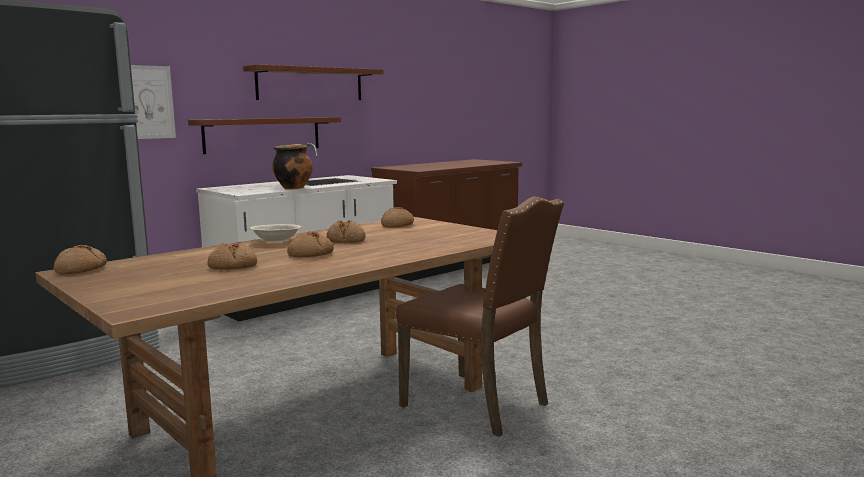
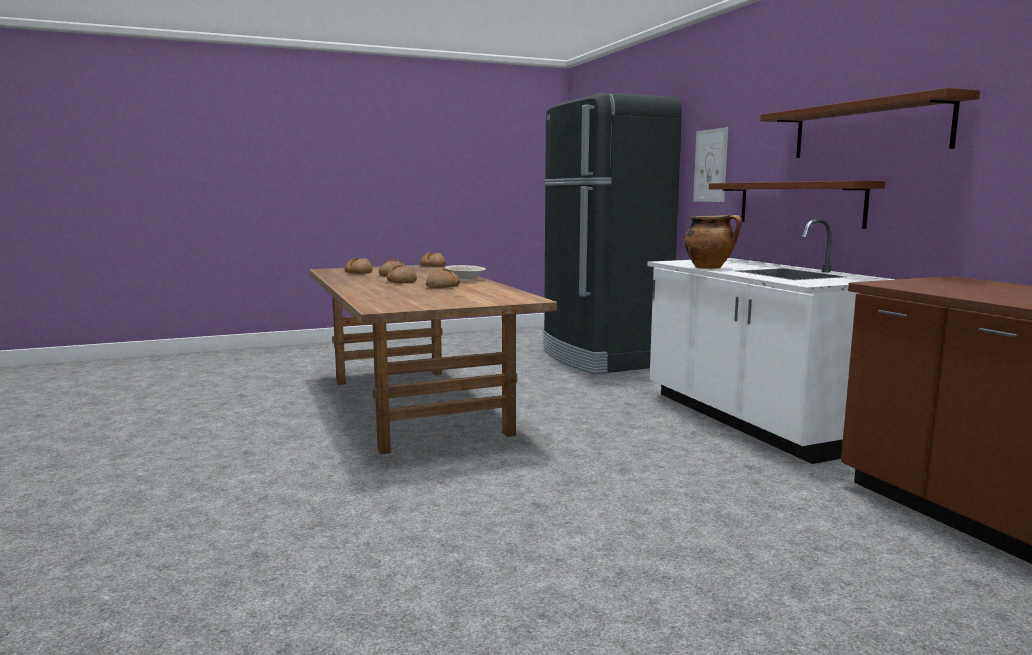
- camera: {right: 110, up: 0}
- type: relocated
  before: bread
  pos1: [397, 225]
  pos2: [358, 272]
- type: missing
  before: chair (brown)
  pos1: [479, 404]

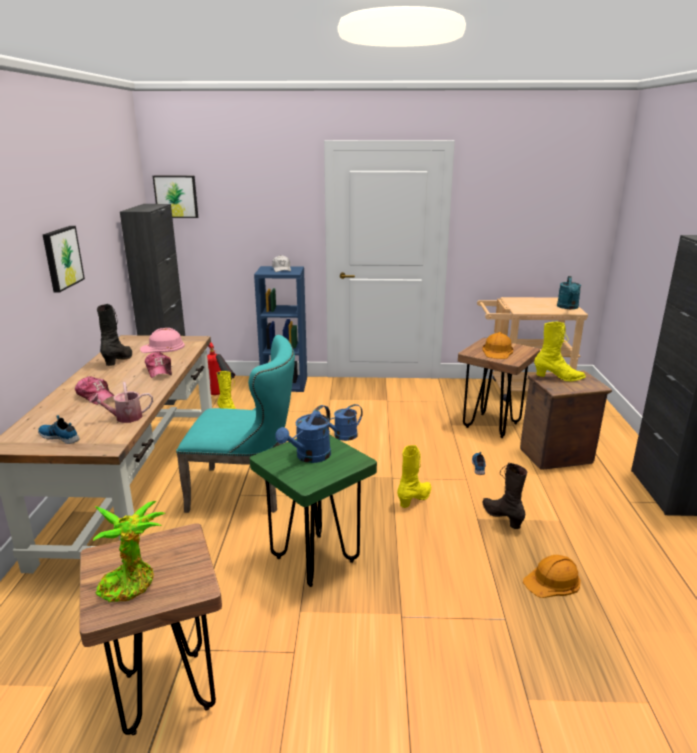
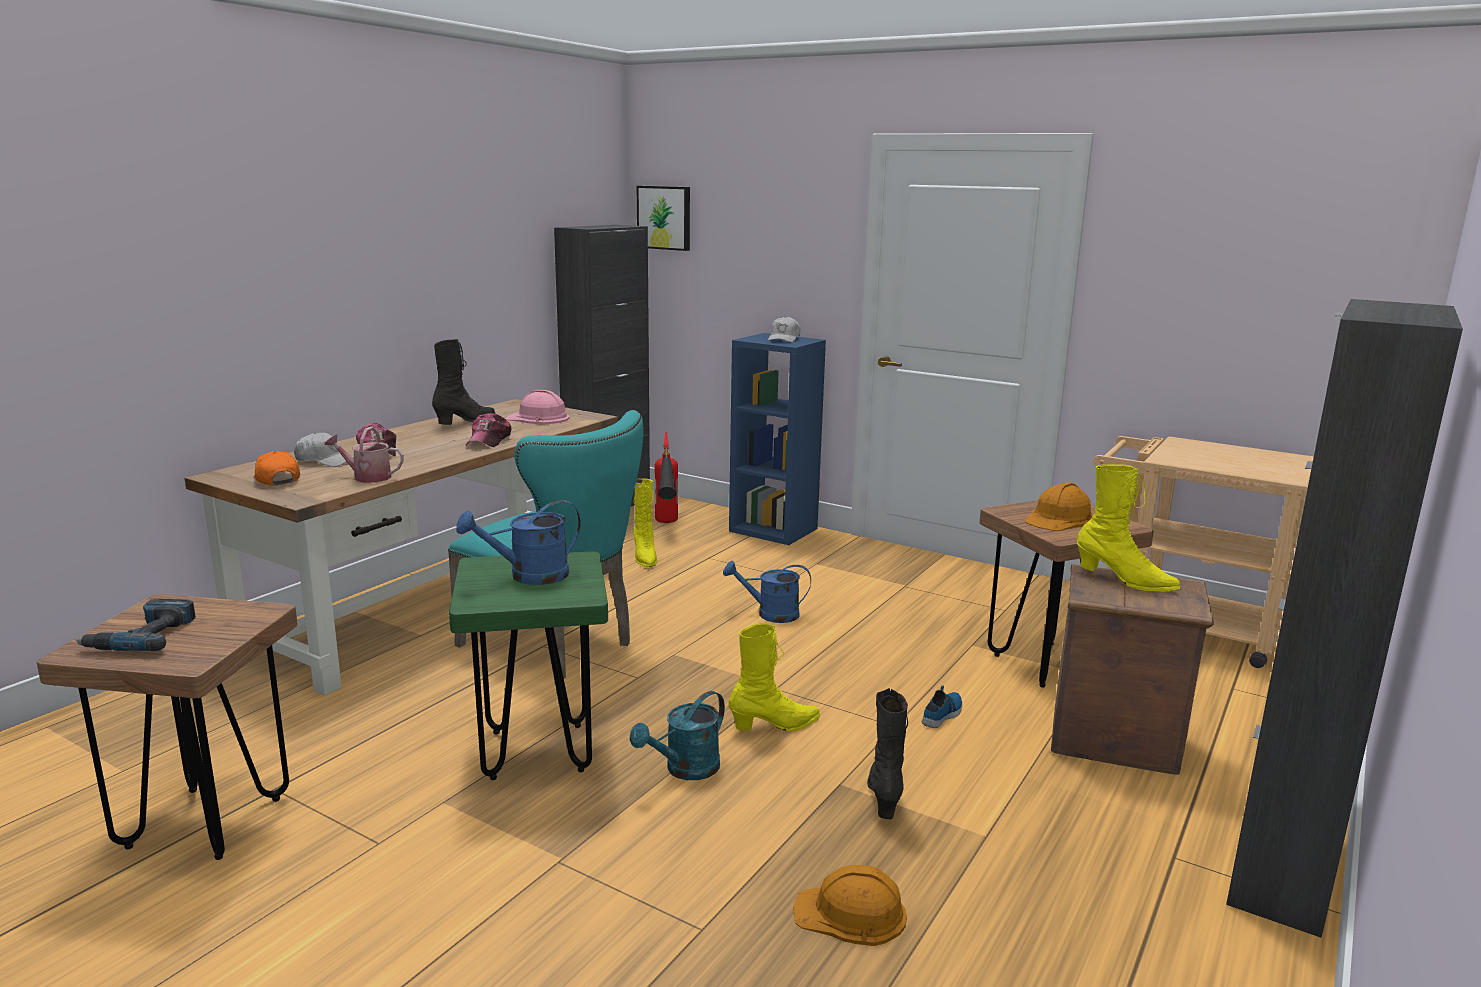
- camera: {right: 30, up: -5}
- type: exchanged
  before: shoe
  after: cap (orange)
  pos1: [59, 436]
  pos2: [276, 479]
- type: missing
  before: picture
  pos1: [61, 258]
- type: exchanged
  before: potted plant
  after: power drill
  pos1: [131, 583]
  pos2: [142, 636]
- type: relocated
  before: watering can (turquoise)
  pos1: [568, 307]
  pos2: [685, 770]
- type: appeared
  after: cap (white)
  pos2: [324, 460]

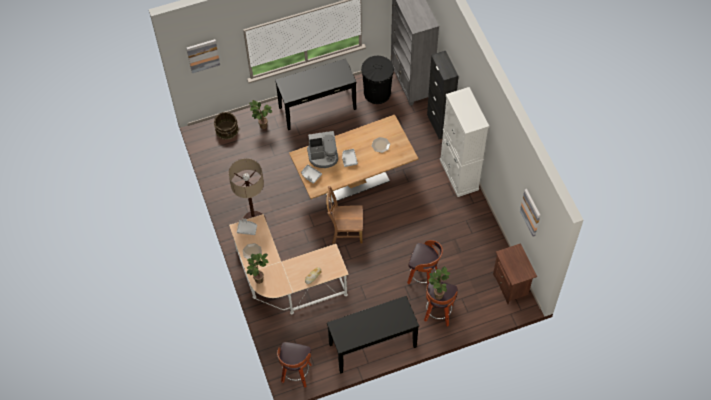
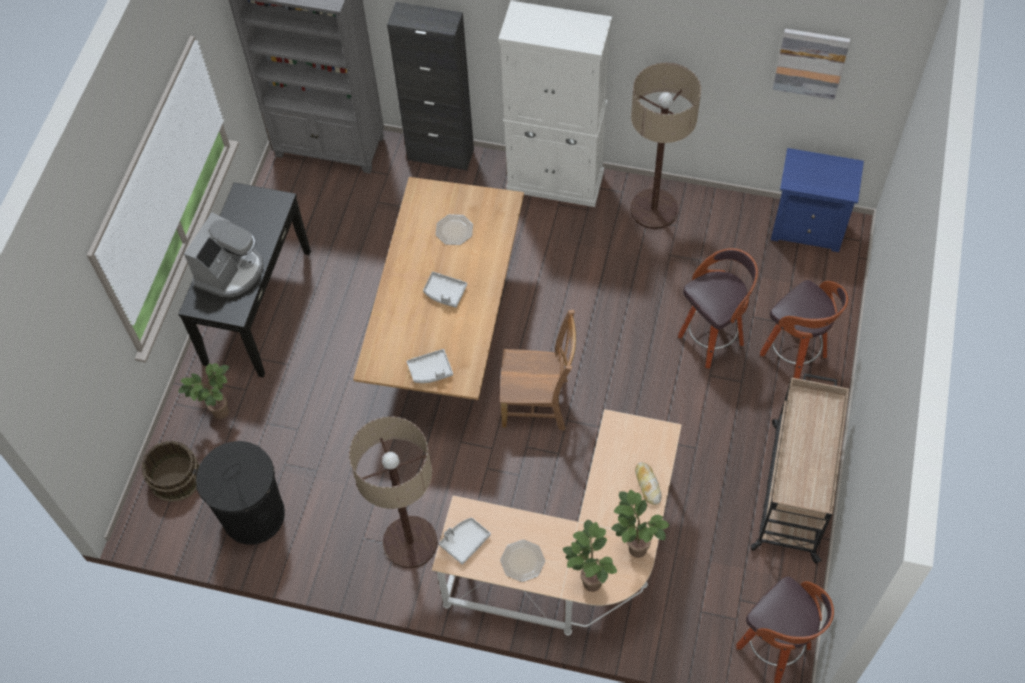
- camera: {right: -55, up: 0}
- type: missing
  before: picture
  pos1: [203, 55]
- type: relocated
  before: coffee machine
  pos1: [323, 156]
  pos2: [230, 271]
- type: spun
  before: chair (brown)
  pos1: [345, 231]
  pos2: [538, 403]
  turn: -120
- type: exchanged
  before: console table (black)
  after: cart (beige)
  pos1: [372, 345]
  pos2: [794, 489]
- type: relocated
  before: trash can (black)
  pos1: [377, 93]
  pos2: [253, 515]
- type: relocated
  before: potted plant
  pos1: [438, 294]
  pos2: [634, 548]
- type: colour
  before: nightstand (brown)
  after: nightstand (blue)
  pos1: [511, 285]
  pos2: [808, 227]
- type: appeared
  after: floor lamp
  pos2: [654, 209]

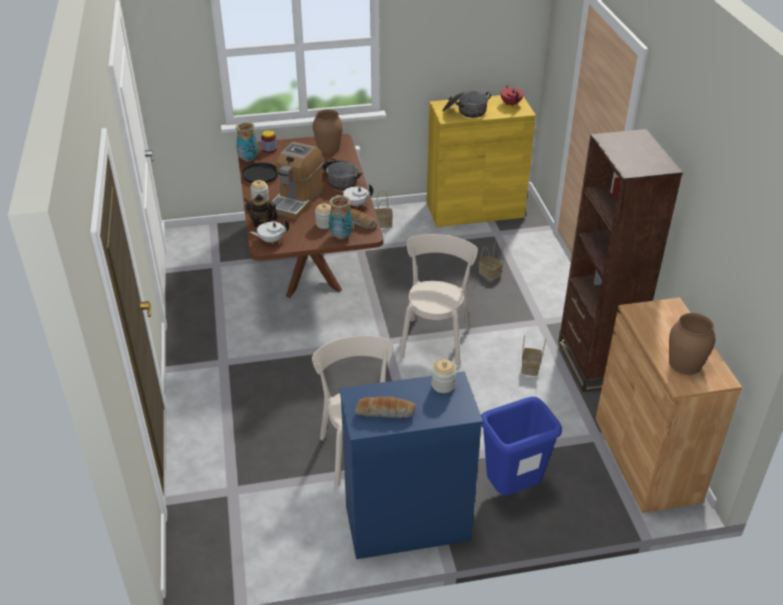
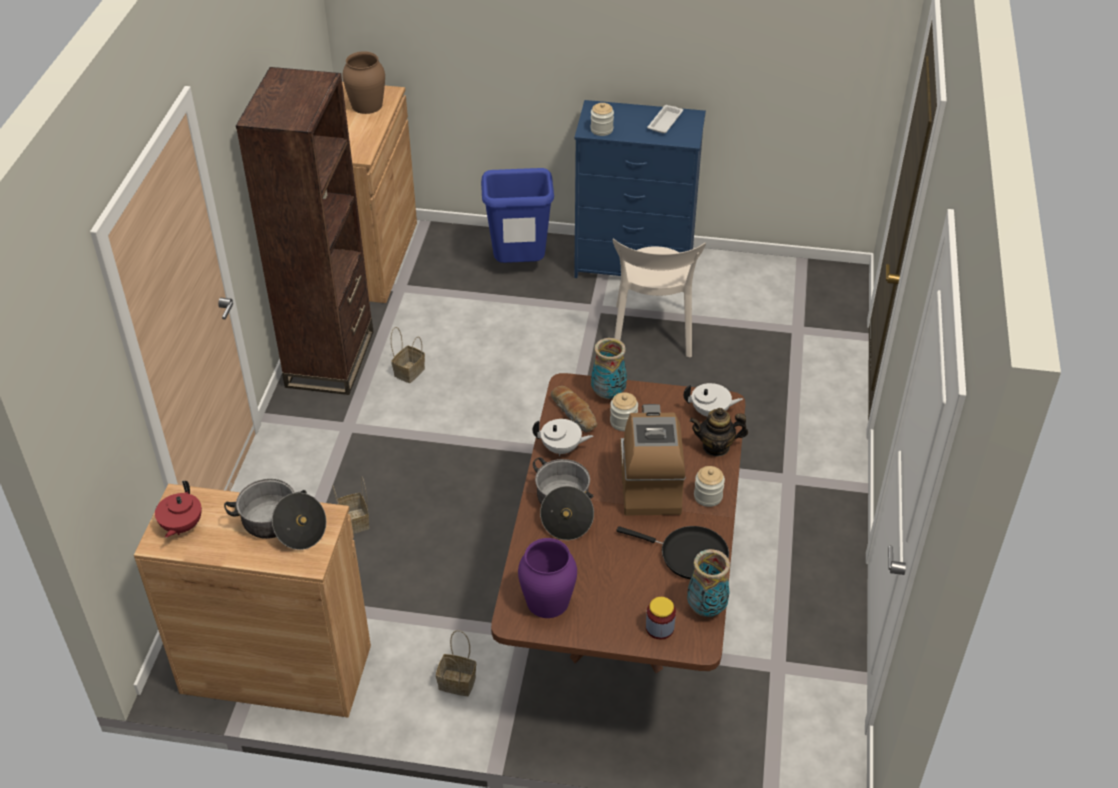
- camera: {right: -160, up: 5}
- type: spun
  before: teapot
  pos1: [262, 223]
  pos2: [716, 447]
  turn: 135
- type: spun
  before: coffee machine
  pos1: [296, 200]
  pos2: [649, 481]
  turn: -45
- type: colour
  before: vase (brown)
  after: vase (purple)
  pos1: [328, 148]
  pos2: [548, 600]
- type: exchanged
  before: bread
  after: tray (white)
  pos1: [385, 412]
  pos2: [665, 121]
- type: missing
  before: chair (beige)
  pos1: [435, 339]
- type: colour
  before: cabinet (yellow)
  after: cabinet (brown)
  pos1: [475, 210]
  pos2: [276, 669]

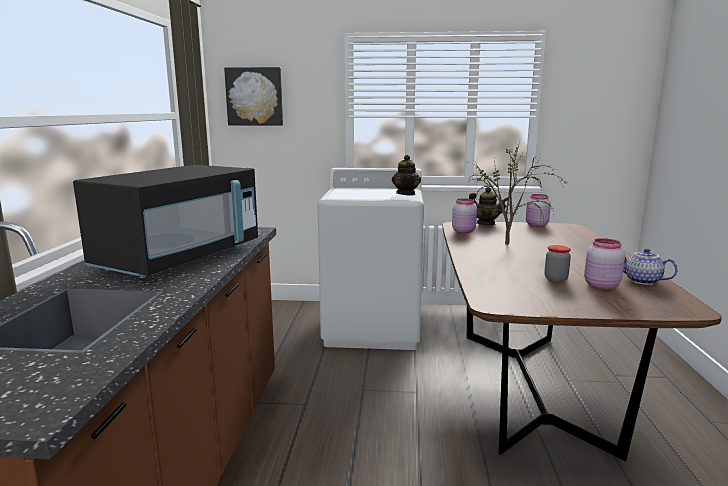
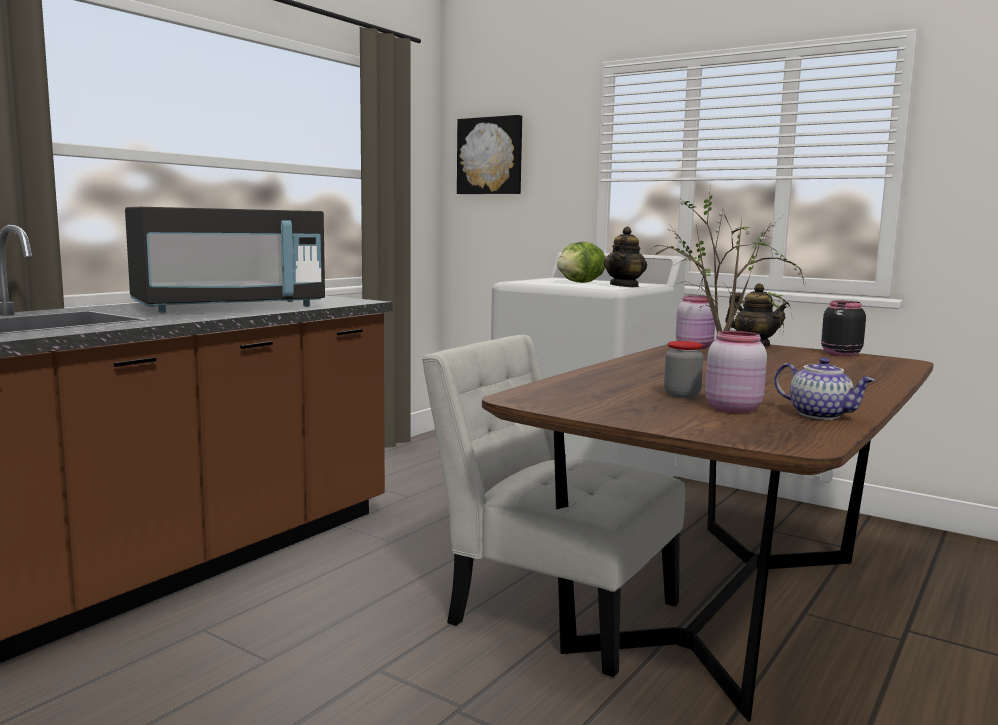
- camera: {right: 30, up: -5}
- type: colour
  before: jar (pink)
  after: jar (black)
  pos1: [536, 225]
  pos2: [839, 354]
- type: spun
  before: teapot
  pos1: [642, 281]
  pos2: [820, 415]
  turn: 150
- type: appeared
  after: chair (white)
  pos2: [553, 609]
- type: appeared
  after: lettuce
  pos2: [581, 283]

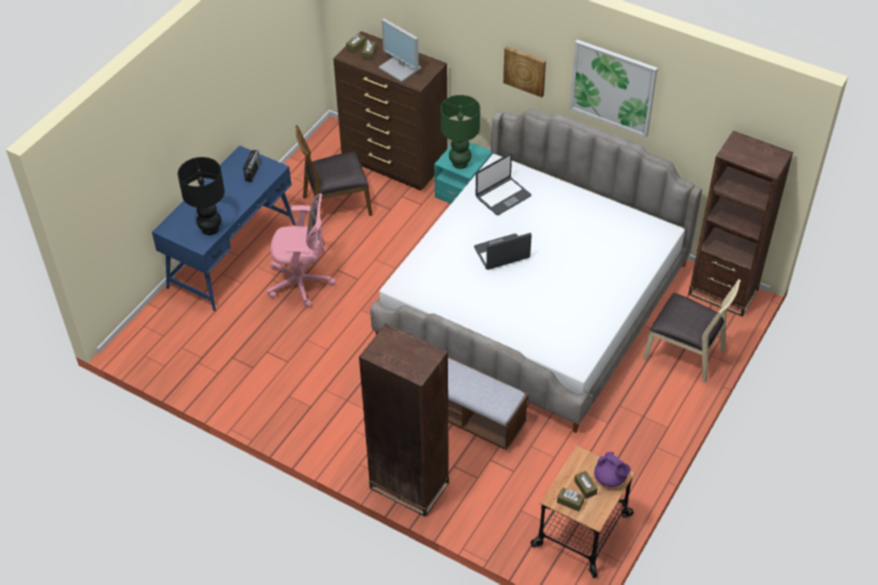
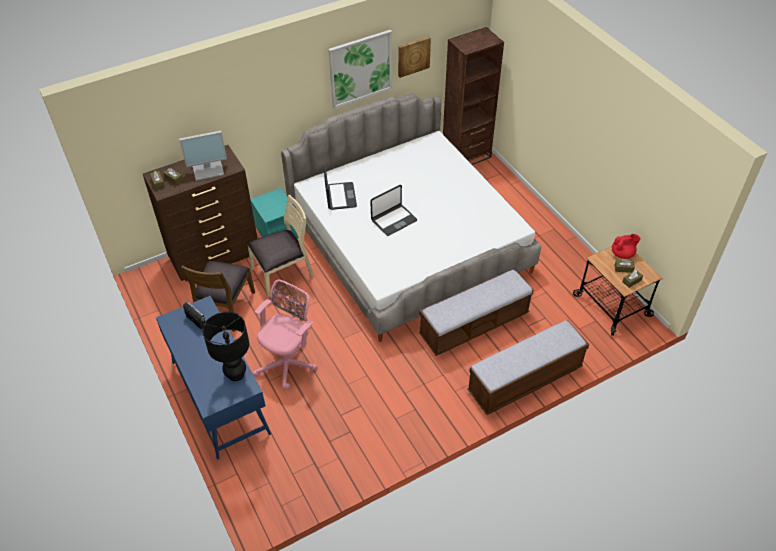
- camera: {right: -60, up: 0}
- type: exchanged
  before: bookcase (brown)
  after: bench
  pos1: [409, 485]
  pos2: [524, 380]
- type: missing
  before: table lamp (green)
  pos1: [459, 163]
- type: spun
  before: laptop
  pos1: [502, 253]
  pos2: [393, 220]
  turn: -135
- type: relocated
  before: picture
  pos1: [525, 70]
  pos2: [413, 56]
- type: colour
  before: teapot (purple)
  after: teapot (red)
  pos1: [610, 478]
  pos2: [622, 254]
- type: relocated
  before: chair (beige)
  pos1: [685, 353]
  pos2: [283, 273]

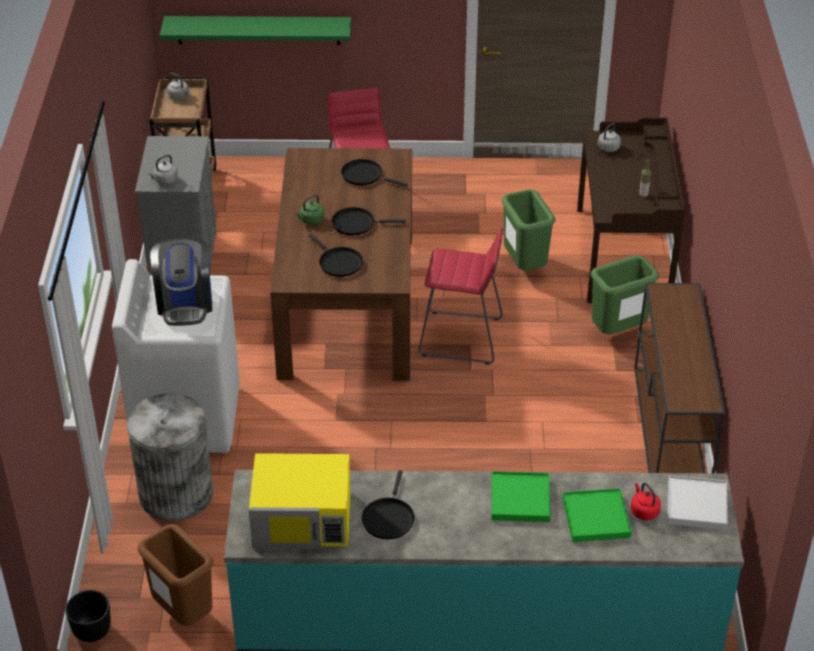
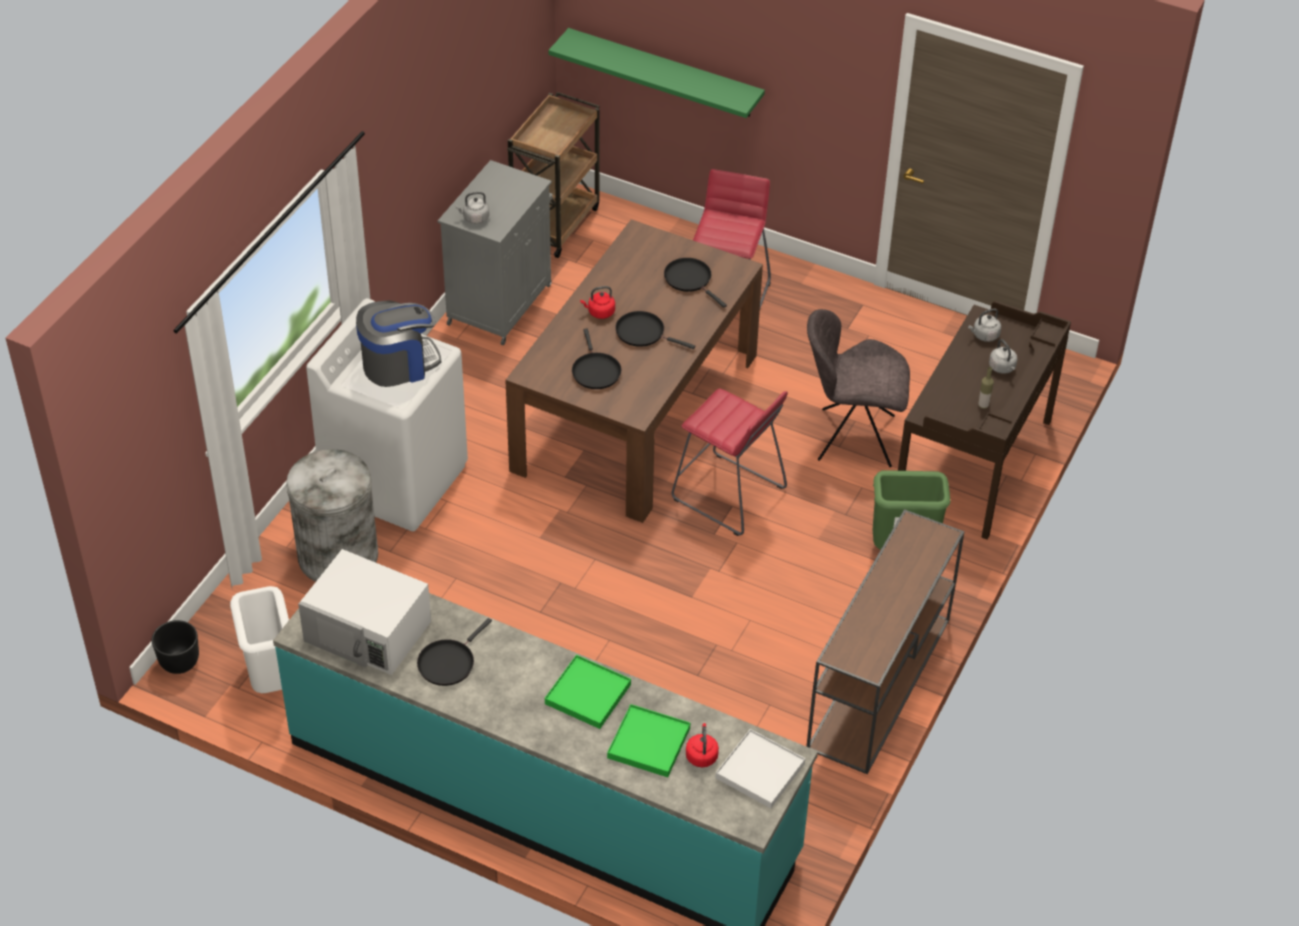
- camera: {right: 25, up: 5}
- type: colour
  before: trash can (brown)
  after: trash can (white)
  pos1: [182, 614]
  pos2: [270, 679]
- type: spun
  before: coffee machine
  pos1: [185, 303]
  pos2: [399, 364]
  turn: -135
- type: relocated
  before: kettle (grey)
  pos1: [179, 97]
  pos2: [1002, 368]
- type: colour
  before: microwave (yellow)
  after: microwave (white)
  pos1: [303, 519]
  pos2: [368, 631]
- type: colour
  before: kettle (green)
  after: kettle (red)
  pos1: [311, 220]
  pos2: [599, 312]
- type: exchanged
  before: trash can (green)
  after: chair (grey)
  pos1: [523, 266]
  pos2: [852, 437]

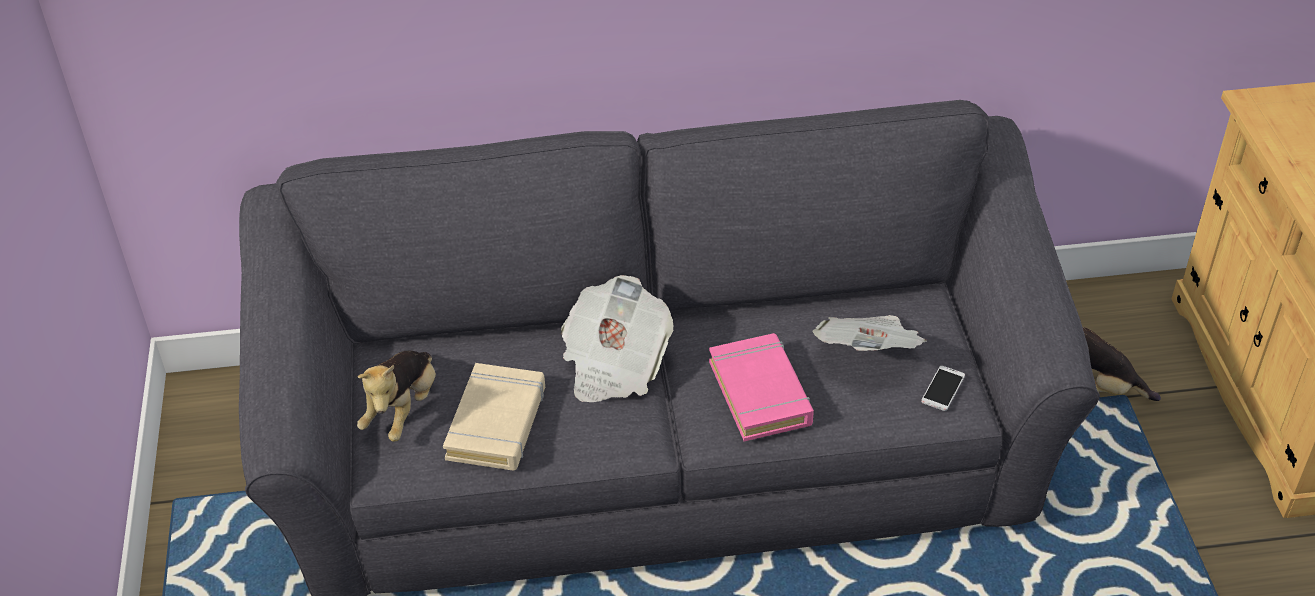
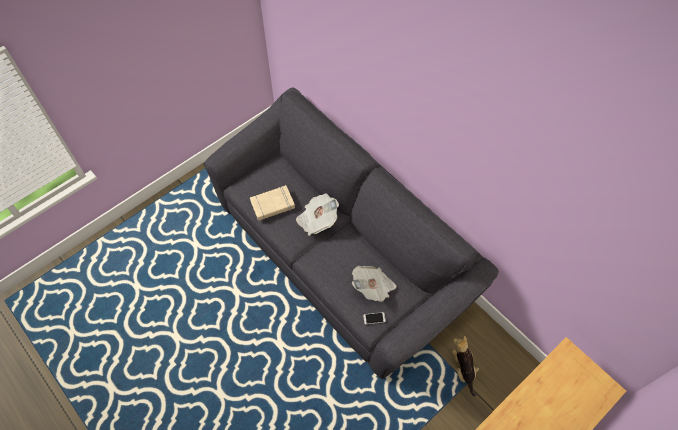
- camera: {right: 55, up: 15}
- type: missing
  before: plush toy
  pos1: [403, 410]
- type: missing
  before: book (pink)
  pos1: [760, 393]

